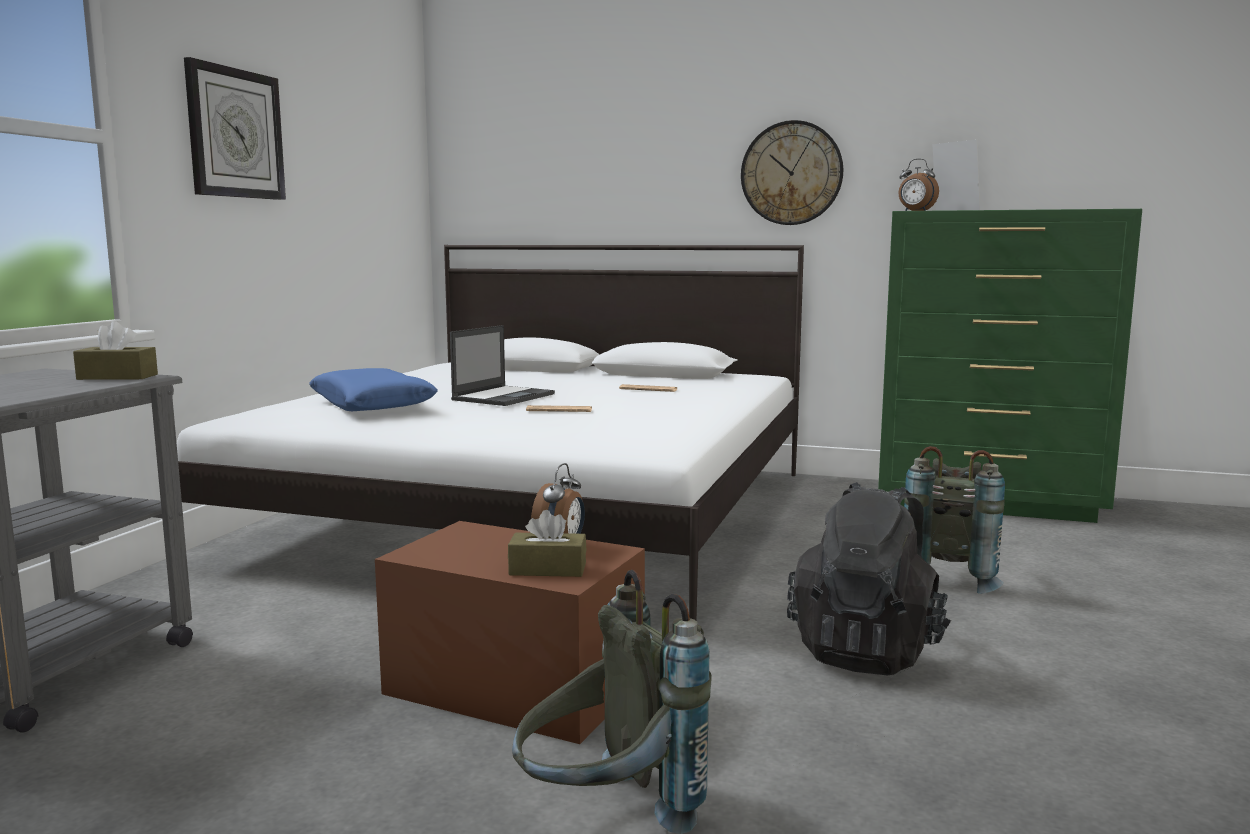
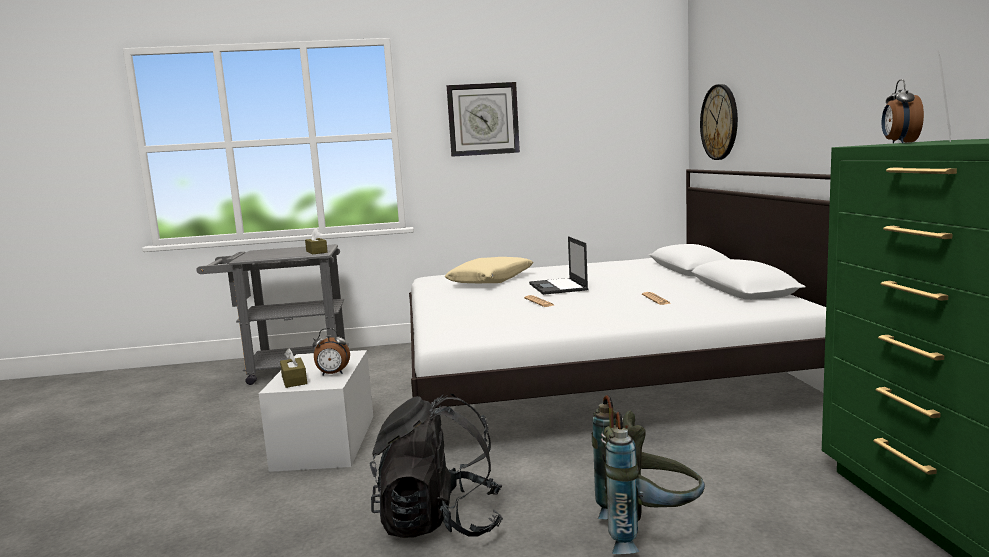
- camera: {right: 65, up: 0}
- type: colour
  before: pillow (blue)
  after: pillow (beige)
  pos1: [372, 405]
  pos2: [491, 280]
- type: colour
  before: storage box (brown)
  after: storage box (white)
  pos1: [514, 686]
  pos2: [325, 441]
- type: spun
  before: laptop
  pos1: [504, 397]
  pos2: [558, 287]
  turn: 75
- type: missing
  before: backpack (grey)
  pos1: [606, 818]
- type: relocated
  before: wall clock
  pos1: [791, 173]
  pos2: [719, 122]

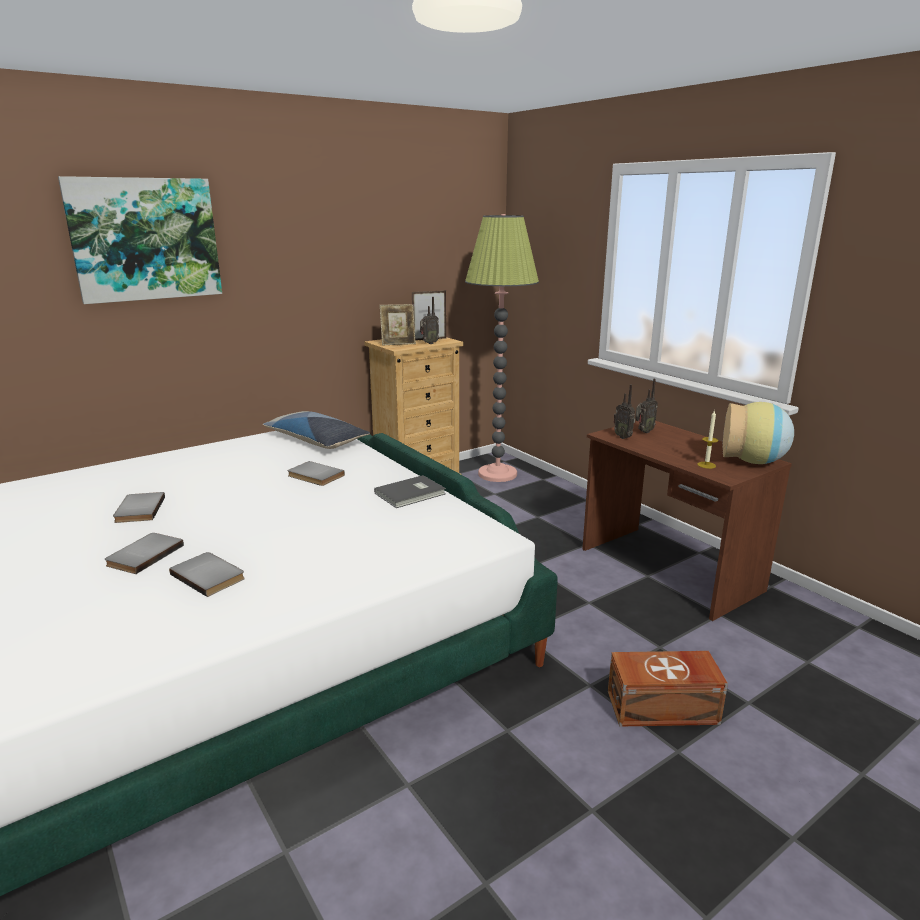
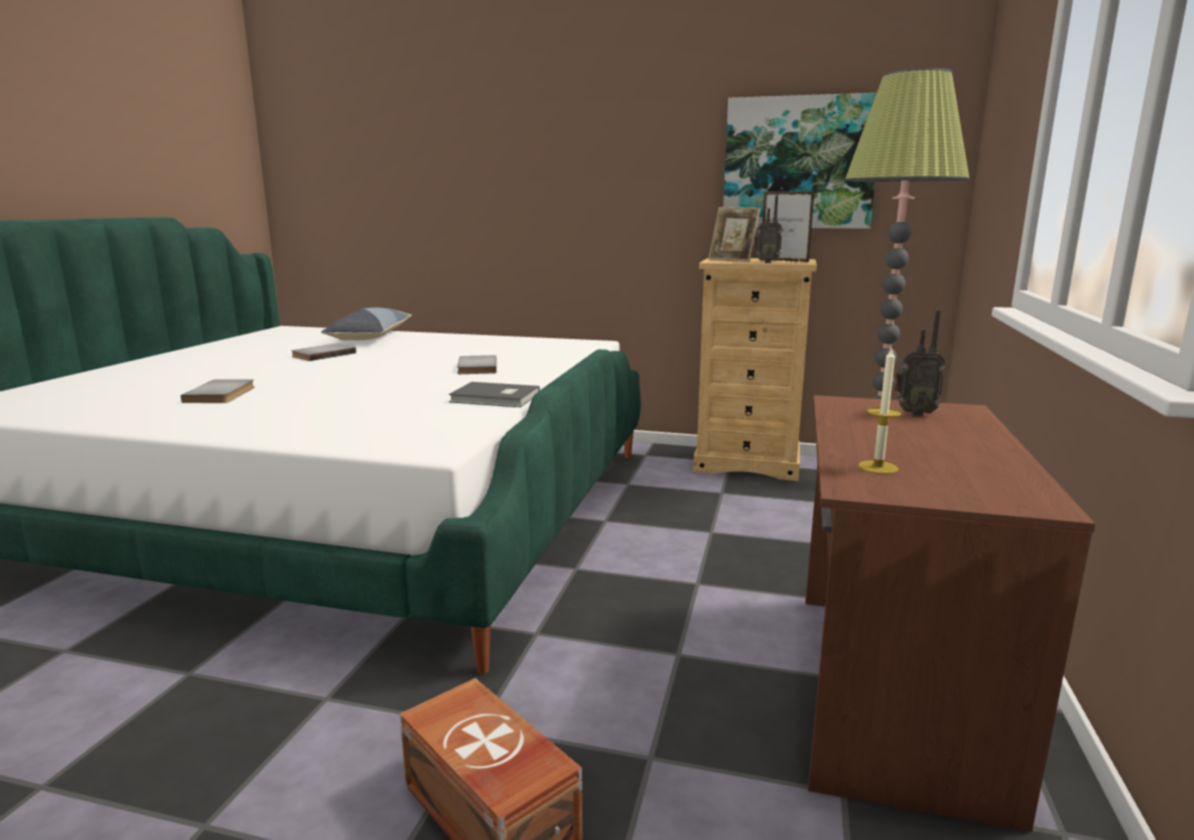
- camera: {right: 50, up: -5}
- type: relocated
  before: picture
  pos1: [145, 239]
  pos2: [799, 163]
- type: missing
  before: book (grey)
  pos1: [143, 555]
- type: relocated
  before: pillow
  pos1: [316, 440]
  pos2: [370, 337]
- type: missing
  before: radio
  pos1: [623, 437]
- type: missing
  before: vase
  pos1: [753, 461]

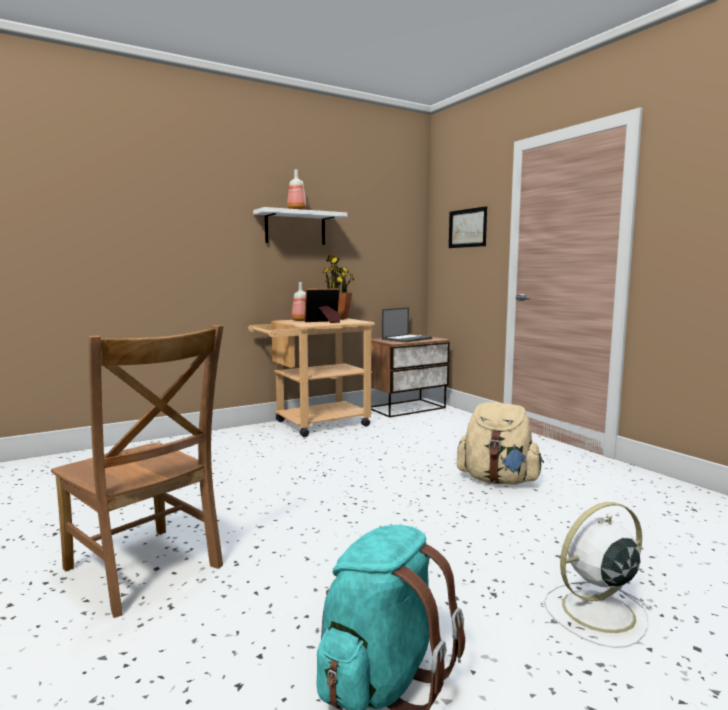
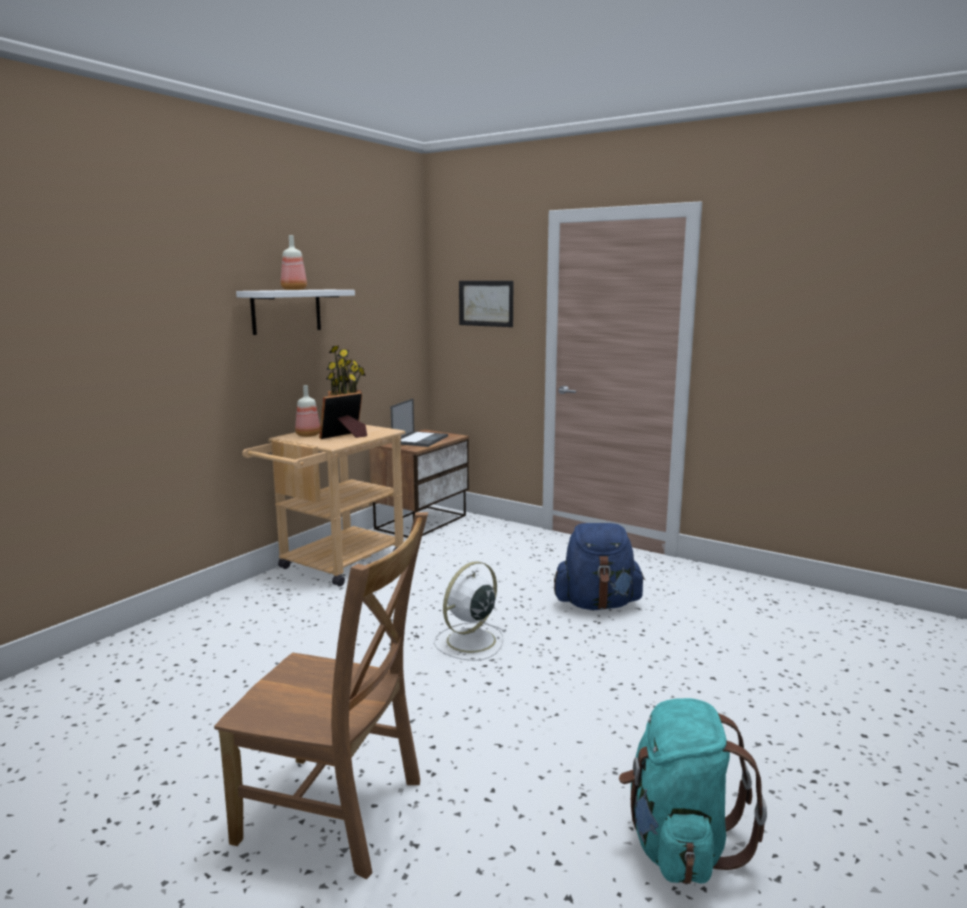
- camera: {right: -25, up: 5}
- type: colour
  before: backpack (beige)
  after: backpack (blue)
  pos1: [498, 480]
  pos2: [597, 604]
- type: relocated
  before: fan (white)
  pos1: [595, 612]
  pos2: [469, 641]

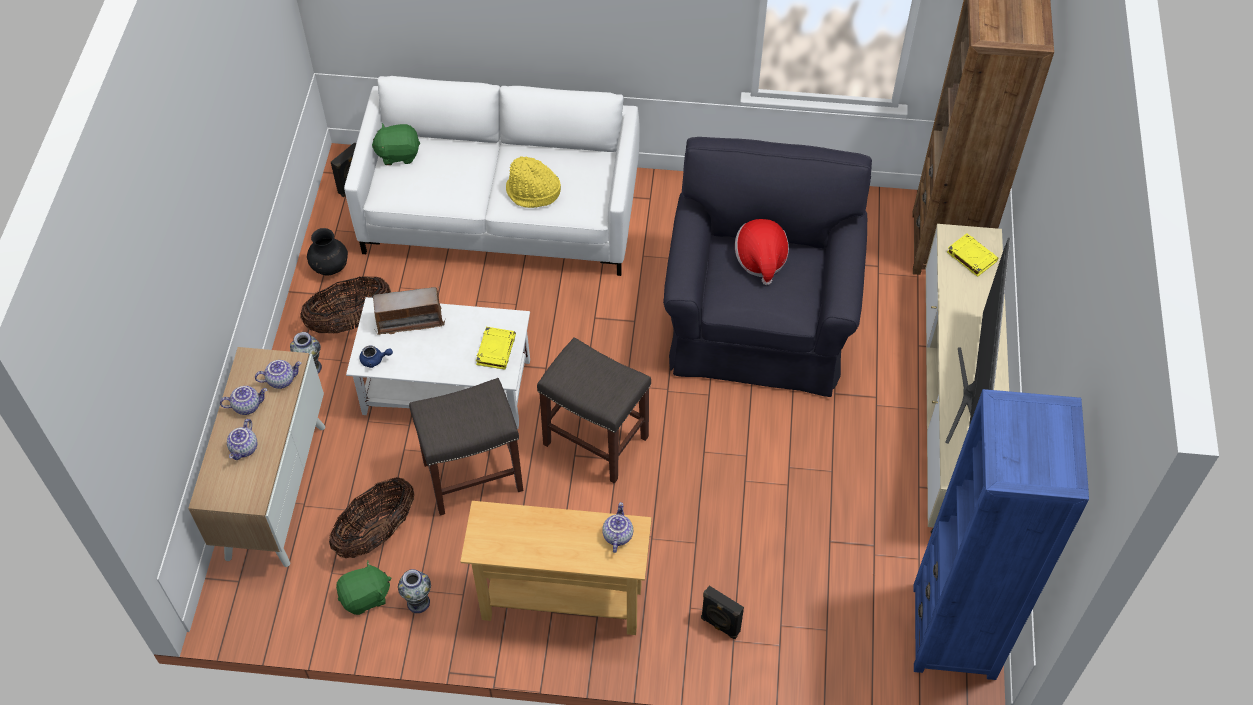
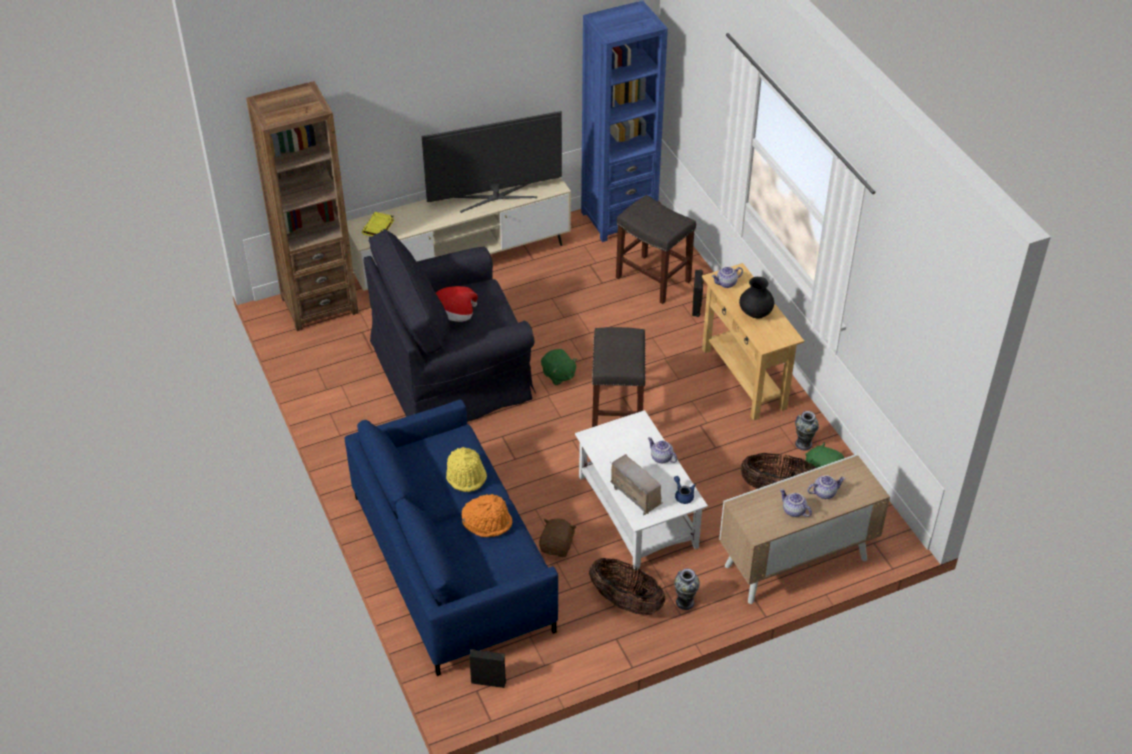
- camera: {right: -120, up: -10}
- type: relocated
  before: teapot
  pos1: [281, 379]
  pos2: [661, 458]
- type: relocated
  before: vase (black)
  pos1: [330, 267]
  pos2: [755, 314]
- type: colour
  before: sofa (white)
  after: sofa (blue)
  pos1: [501, 214]
  pos2: [453, 561]
- type: relocated
  before: plush toy (green)
  pos1: [398, 154]
  pos2: [558, 375]
- type: relocated
  before: stool (grey)
  pos1: [471, 477]
  pos2: [654, 279]
- type: missing
  before: book (yellow)
  pos1: [496, 349]
- type: appeared
  after: hat (orange)
  pos2: [487, 522]
- type: appeared
  after: plush toy (brown)
  pos2: [557, 546]

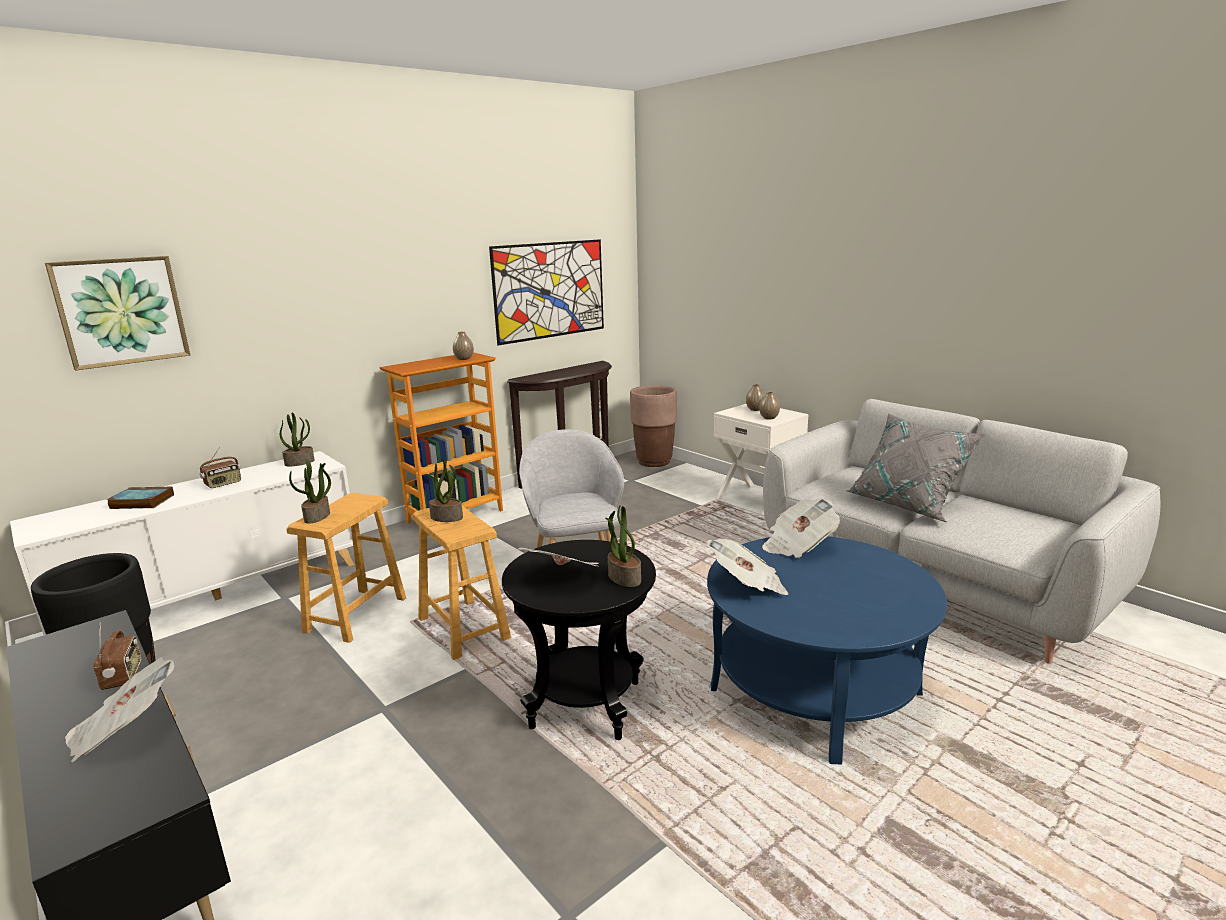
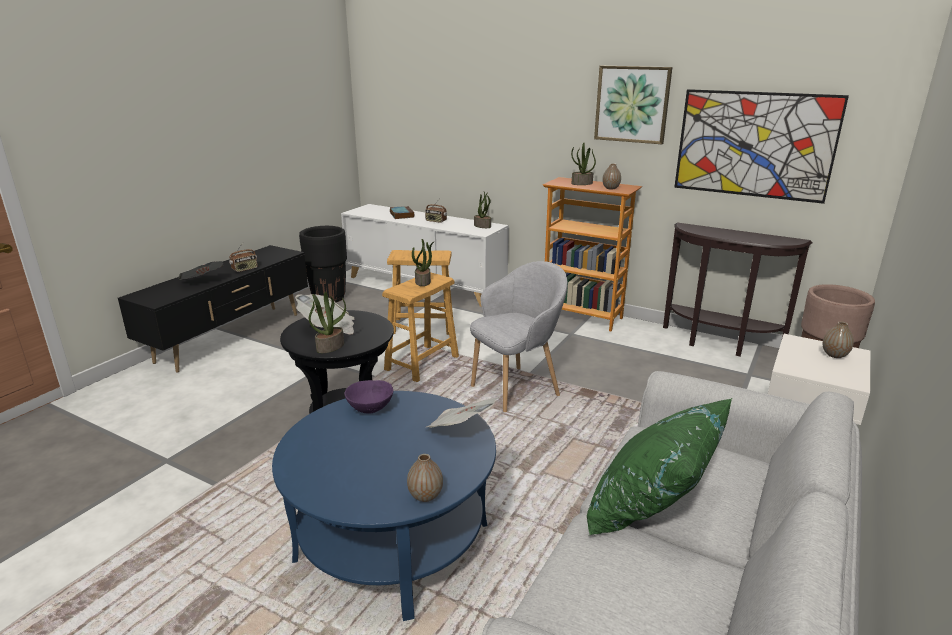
- camera: {right: 70, up: 5}
- type: relocated
  before: picture
  pos1: [121, 311]
  pos2: [632, 104]
- type: relocated
  before: potted plant
  pos1: [317, 517]
  pos2: [581, 183]
- type: exchanged
  before: newspaper
  after: bowl (purple)
  pos1: [747, 585]
  pos2: [370, 410]
- type: relocated
  before: vase
  pos1: [769, 418]
  pos2: [425, 496]
- type: colour
  before: pillow (grey)
  after: pillow (green)
  pos1: [908, 504]
  pos2: [651, 510]

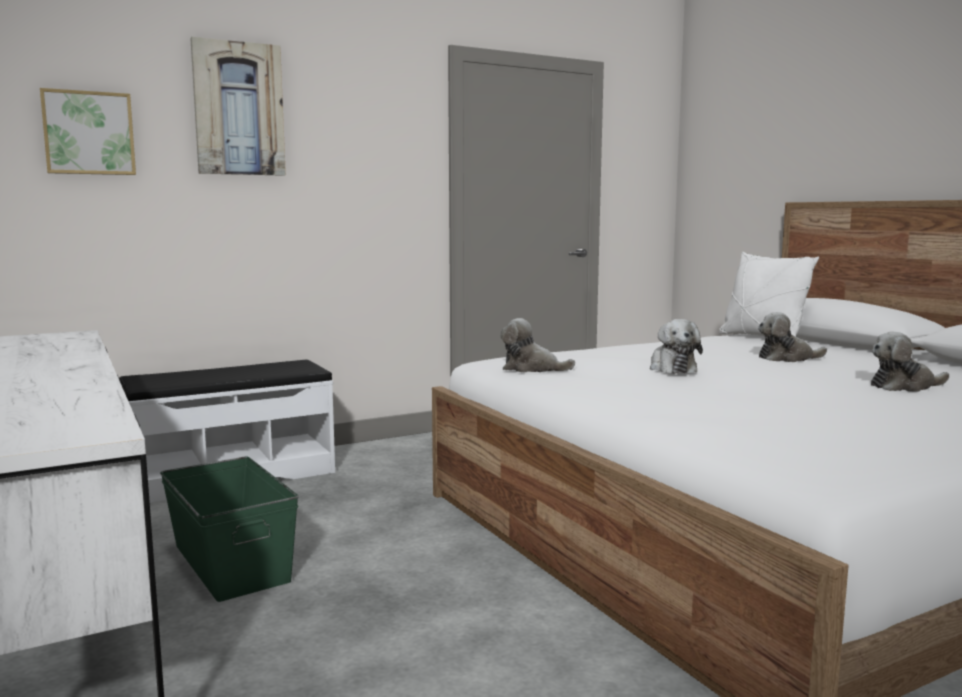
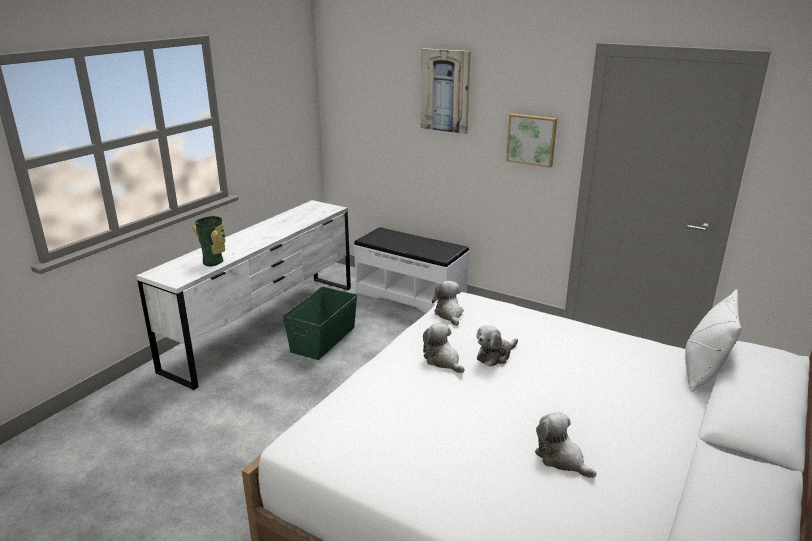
- camera: {right: 60, up: 15}
- type: relocated
  before: picture
  pos1: [89, 133]
  pos2: [532, 139]
- type: relocated
  before: plush toy
  pos1: [787, 358]
  pos2: [443, 360]
- type: appeared
  after: vase
  pos2: [214, 261]

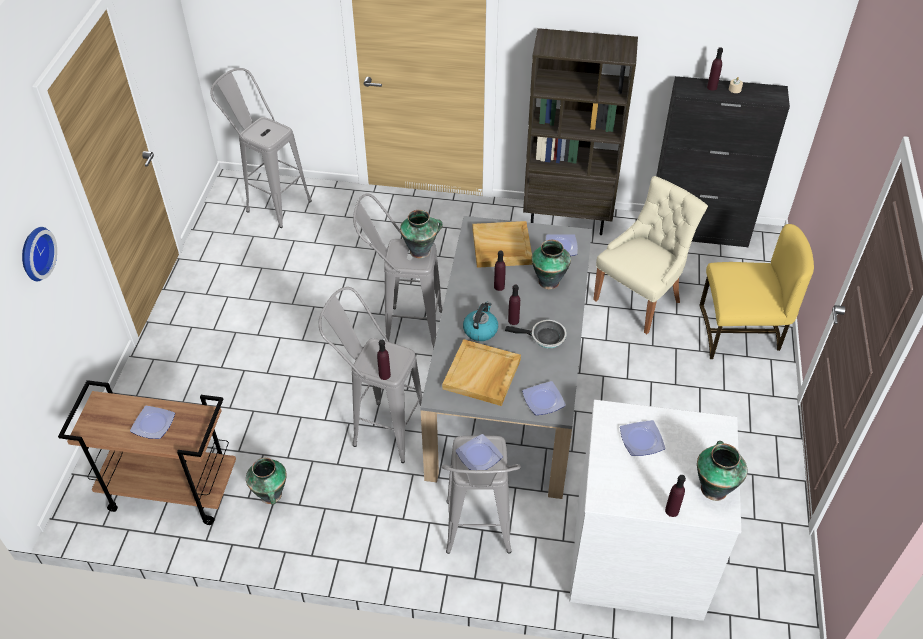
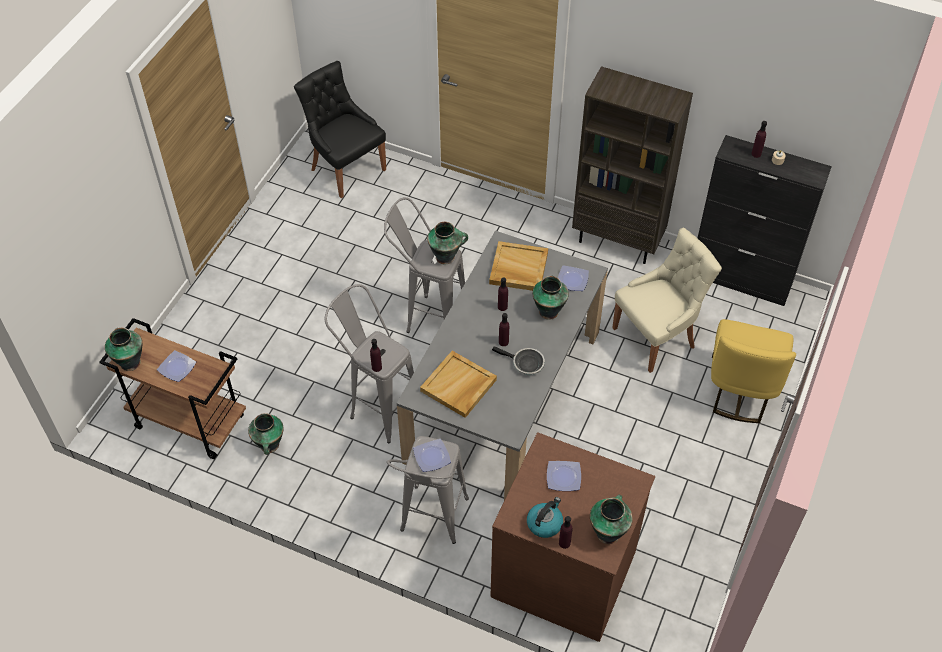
- camera: {right: 15, up: 5}
- type: missing
  before: wall clock
  pos1: [34, 253]
- type: exchanged
  before: stool (grey)
  after: chair (black)
  pos1: [271, 203]
  pos2: [346, 168]
- type: relocated
  before: kettle
  pos1: [480, 330]
  pos2: [544, 523]
- type: missing
  before: plate
  pos1: [543, 400]
- type: colour
  before: dresser (white)
  after: dresser (brown)
  pos1: [638, 554]
  pos2: [564, 572]
- type: spun
  before: chair (yellow)
  pos1: [740, 332]
  pos2: [740, 390]
  turn: 90
- type: appeared
  after: vase
  pos2: [130, 362]

